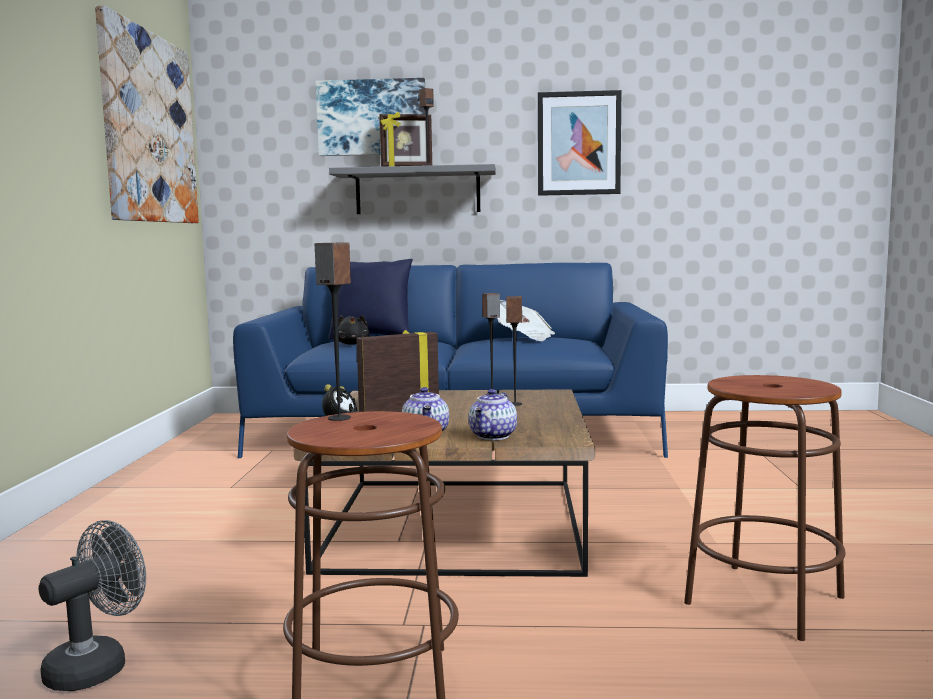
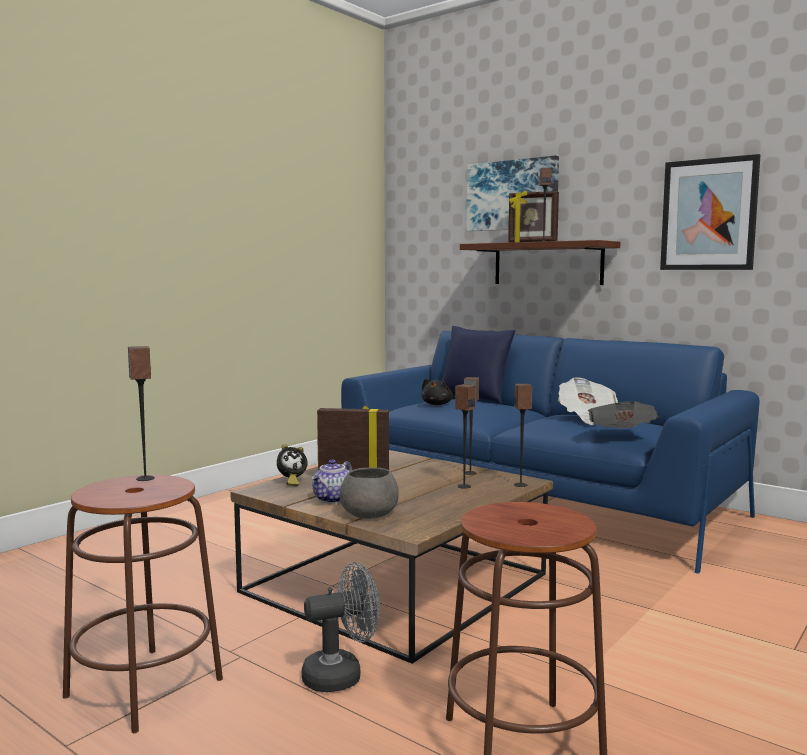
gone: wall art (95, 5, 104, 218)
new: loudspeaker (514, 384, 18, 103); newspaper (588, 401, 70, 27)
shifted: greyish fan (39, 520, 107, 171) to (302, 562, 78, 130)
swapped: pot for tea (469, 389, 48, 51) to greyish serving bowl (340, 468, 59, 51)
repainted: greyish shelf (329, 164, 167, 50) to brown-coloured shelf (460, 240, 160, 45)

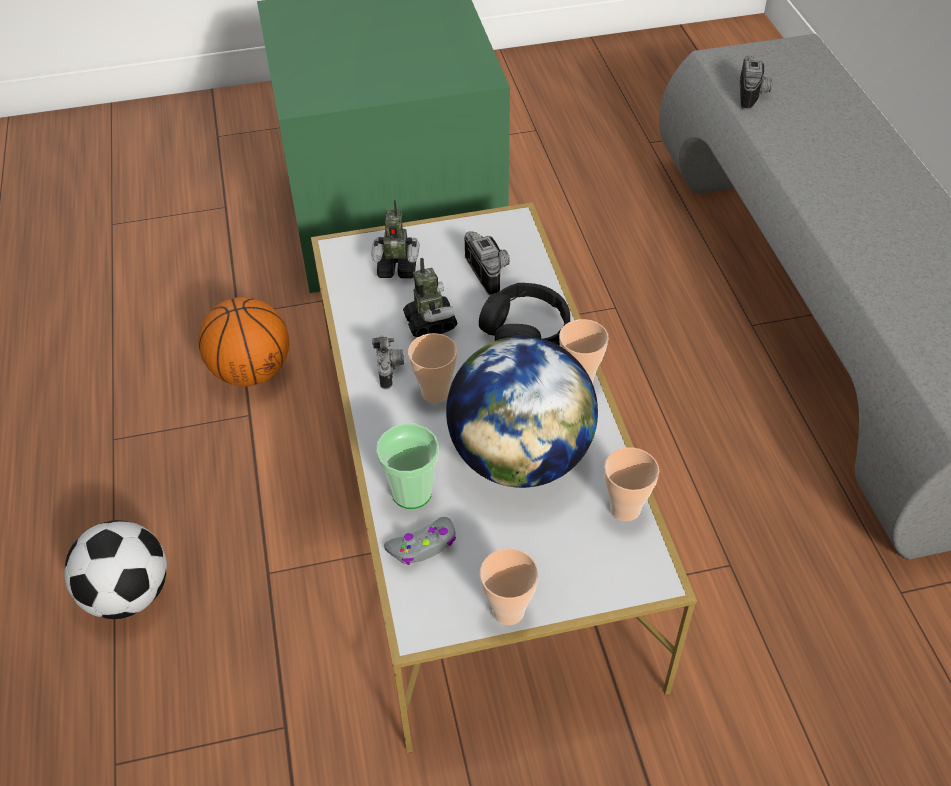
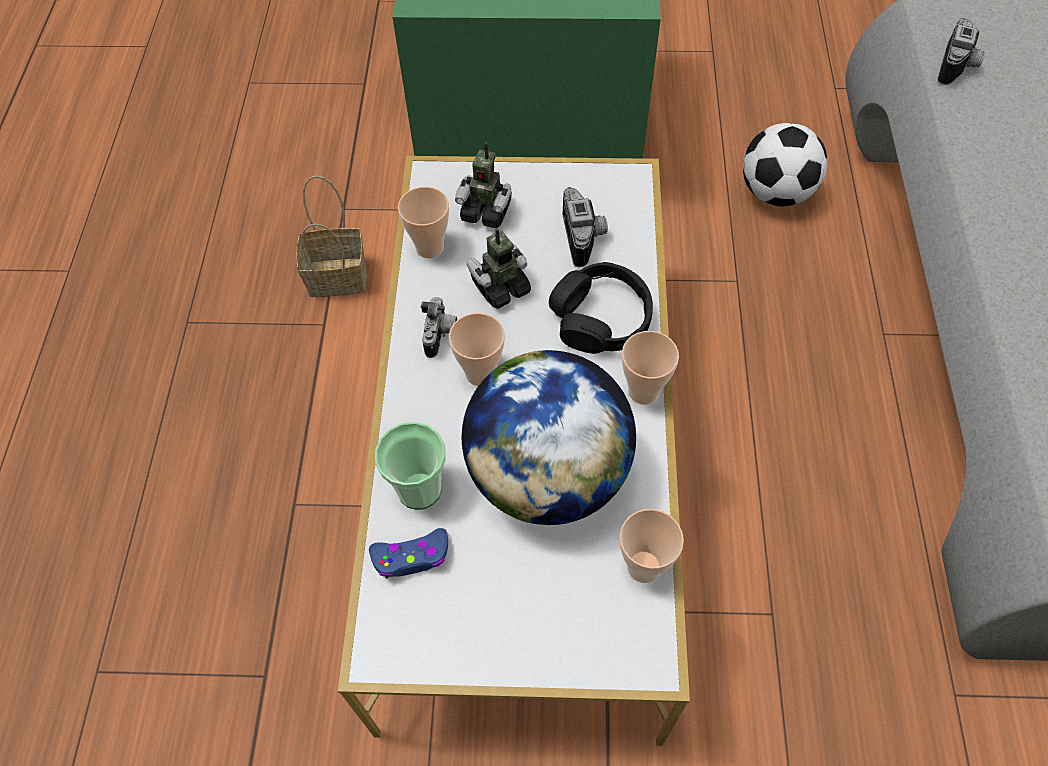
shifted: ball for football (64, 520, 103, 99) to (743, 123, 84, 84); small cup (480, 548, 59, 77) to (398, 187, 51, 71)
swapped: basketball (198, 297, 91, 90) to storage basket (296, 176, 71, 121)
repainted: greyish gamepad (384, 517, 72, 48) to blue-coloured gamepad (369, 528, 79, 50)
rotated: model robot (403, 258, 55, 79) = (466, 228, 65, 81) 120 degrees counterclockwise

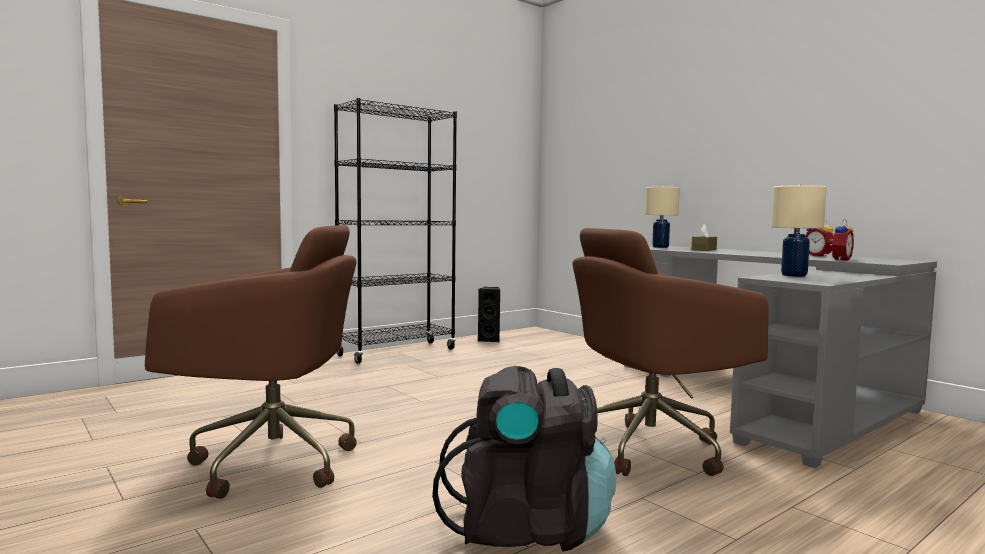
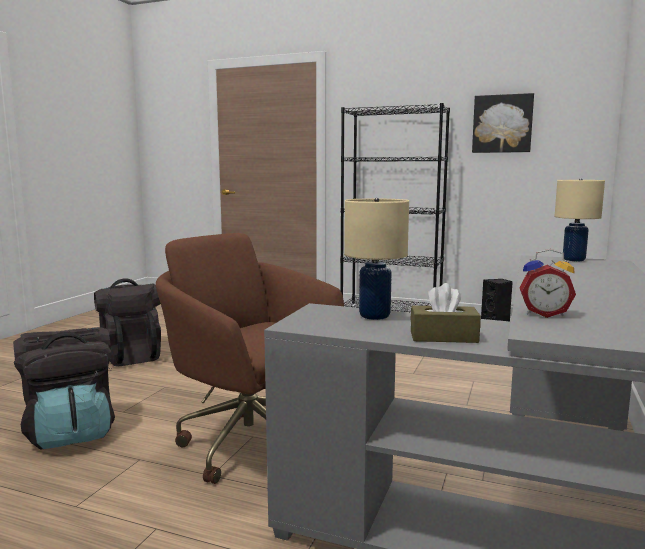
gone: bedside clock (805, 220, 28, 37)
new: wall art (472, 93, 62, 60)
shifted: brown-coloured tissue box (692, 224, 25, 27) to (410, 283, 71, 60)
swapped: brown-coloured desk chair (145, 225, 212, 274) to black-coloured backpack (94, 278, 67, 89)

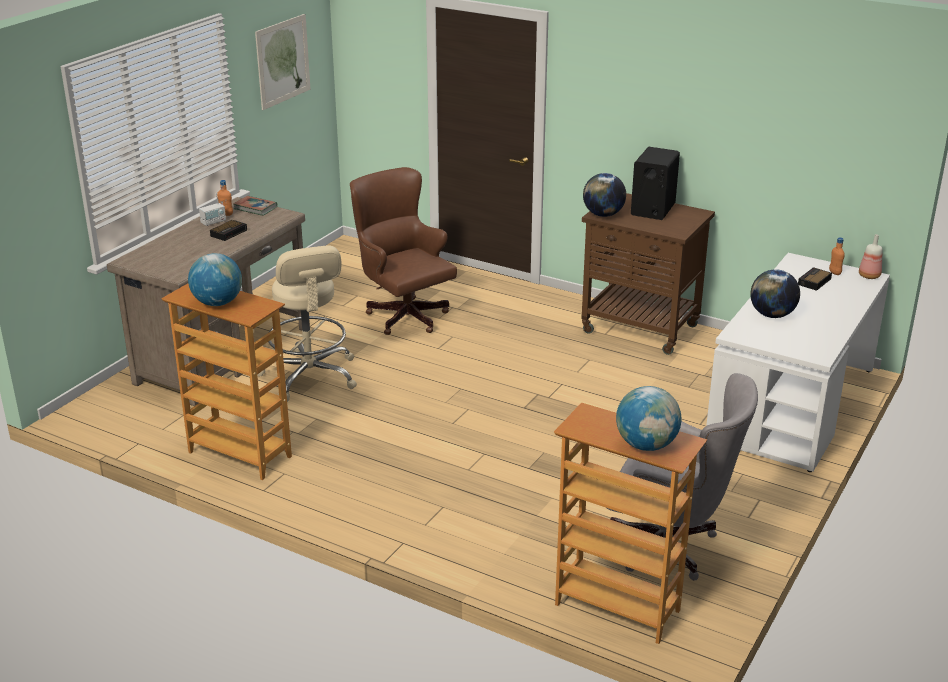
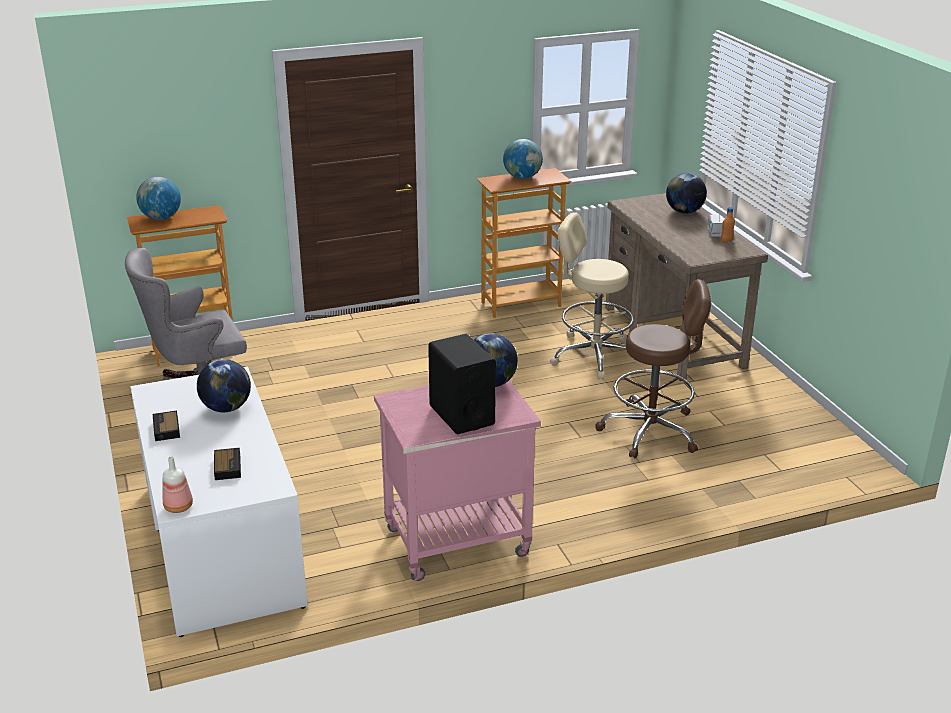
gone: bound book (233, 196, 44, 20); wall art (255, 14, 56, 96); orange-coloured beverage bottle (829, 237, 16, 38)
new: world globe (666, 173, 41, 40)
shifted: bedside clock (210, 220, 37, 21) to (153, 411, 27, 30)
swapped: brown-coloured desk chair (350, 167, 107, 168) to brown-coloured stool seat (595, 279, 116, 179)
repainted: brown-coloured cart (581, 193, 134, 162) to pink-coloured cart (374, 380, 167, 201)

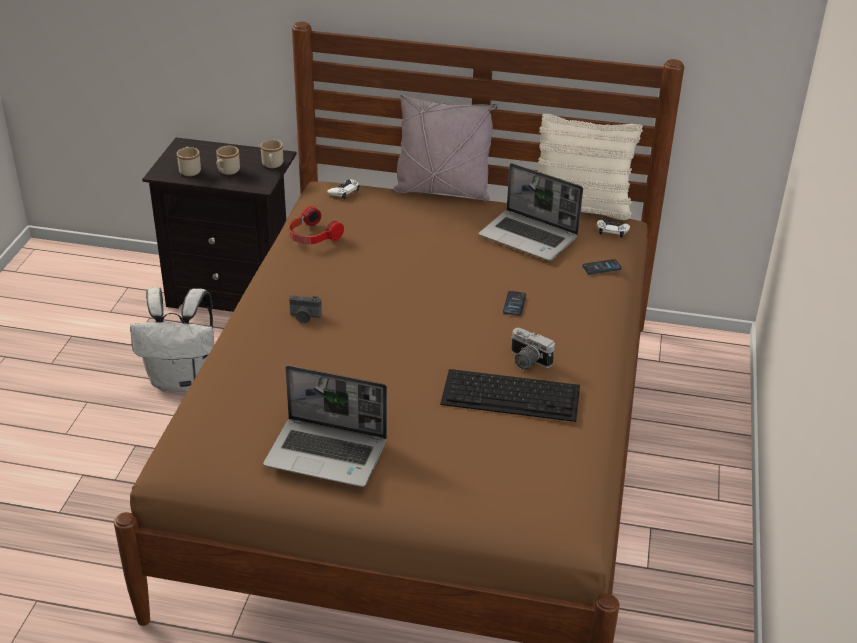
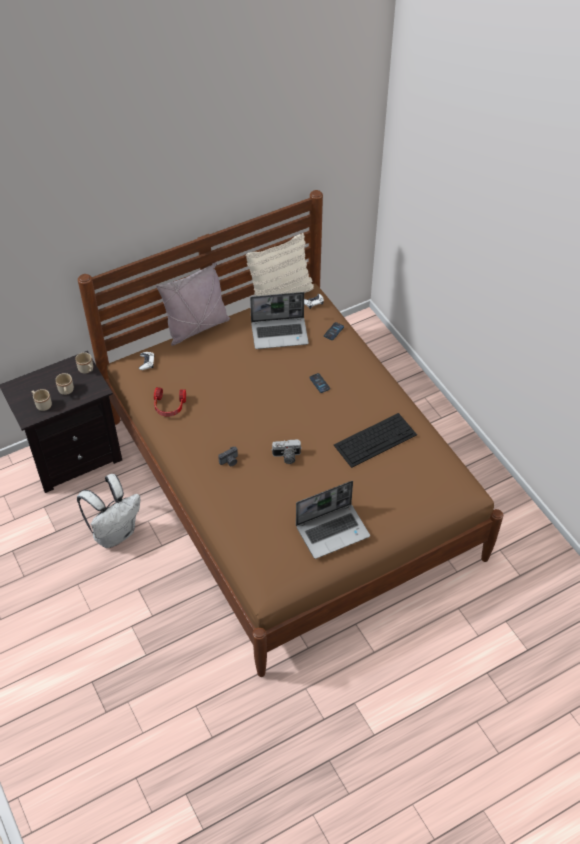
shifted: photo camera (510, 328, 45, 42) to (272, 439, 30, 25)

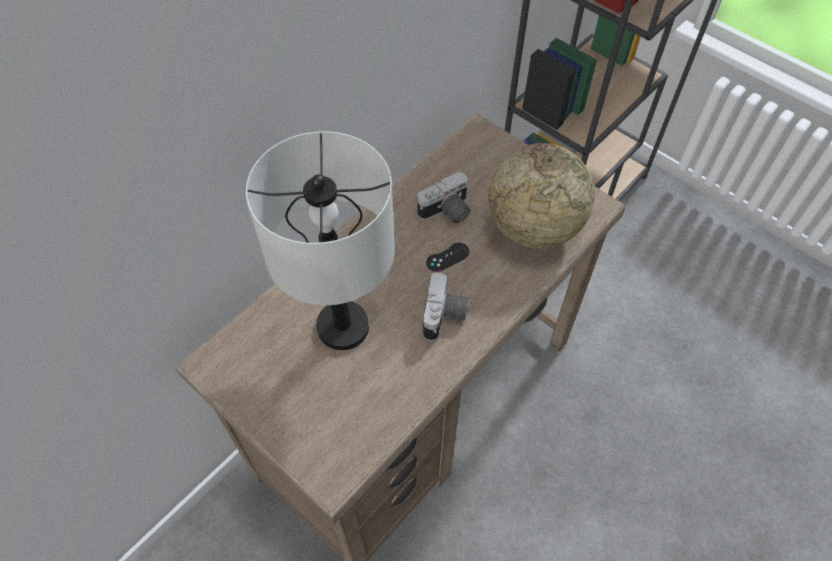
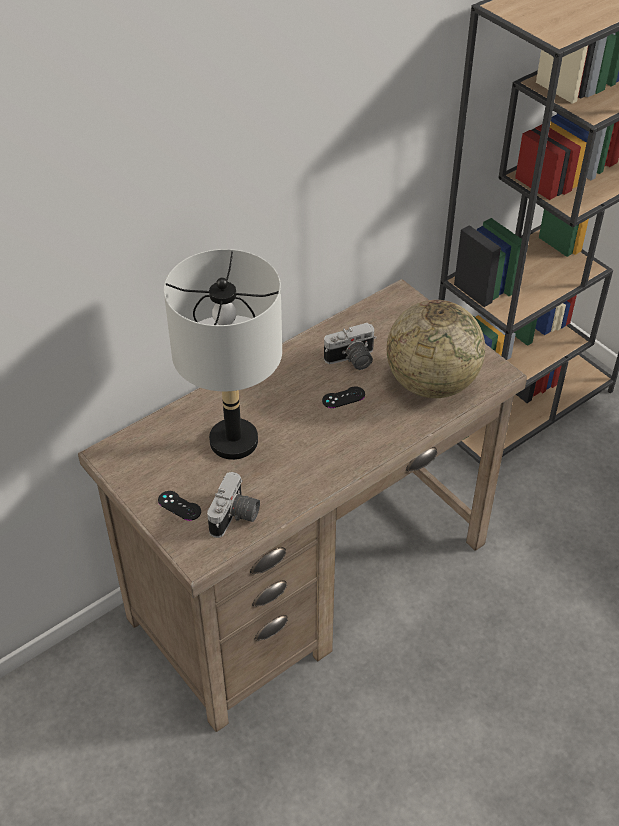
new: black-coloured gamepad (158, 491, 43, 30)
shifted: photo camera (422, 272, 47, 69) to (207, 472, 53, 66)

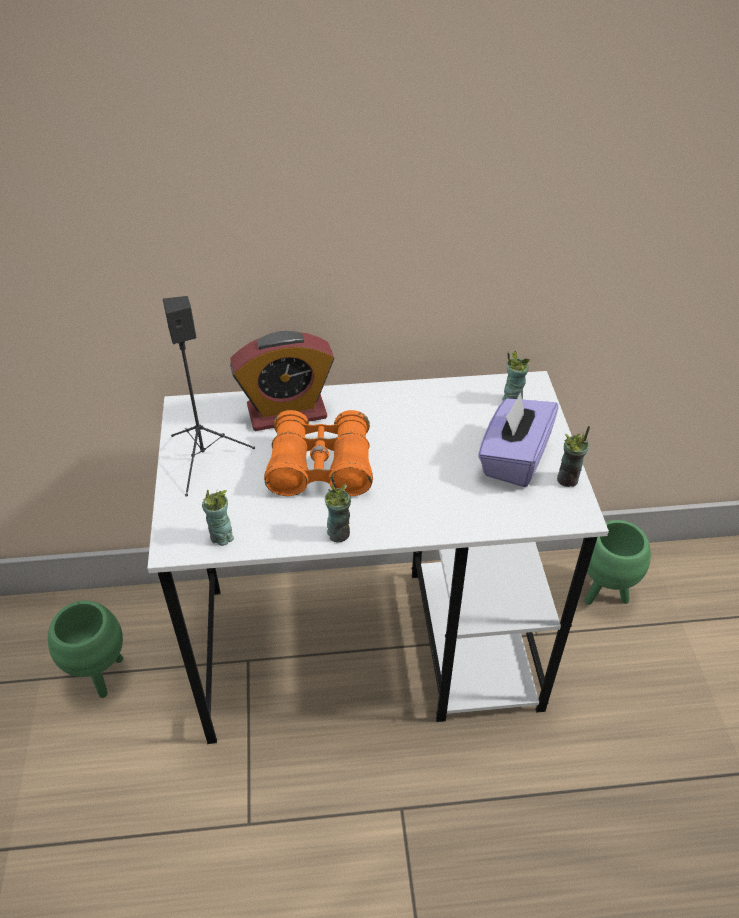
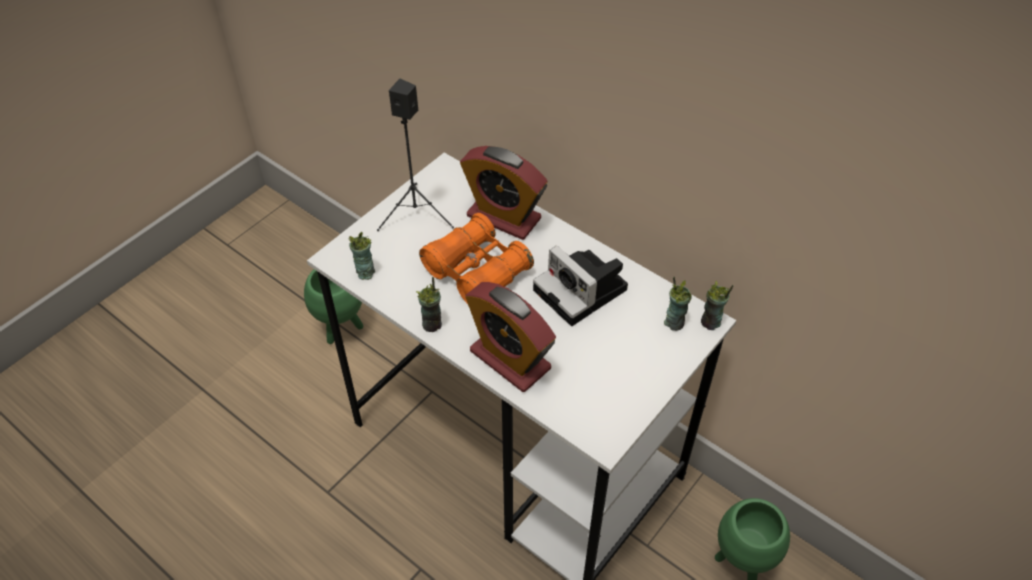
gone: purple-coloured tissue box (478, 392, 80, 95)
new: bedside clock (465, 282, 91, 110); photo camera (533, 245, 95, 81)
shifted: small cup (557, 426, 33, 61) to (701, 281, 33, 49)

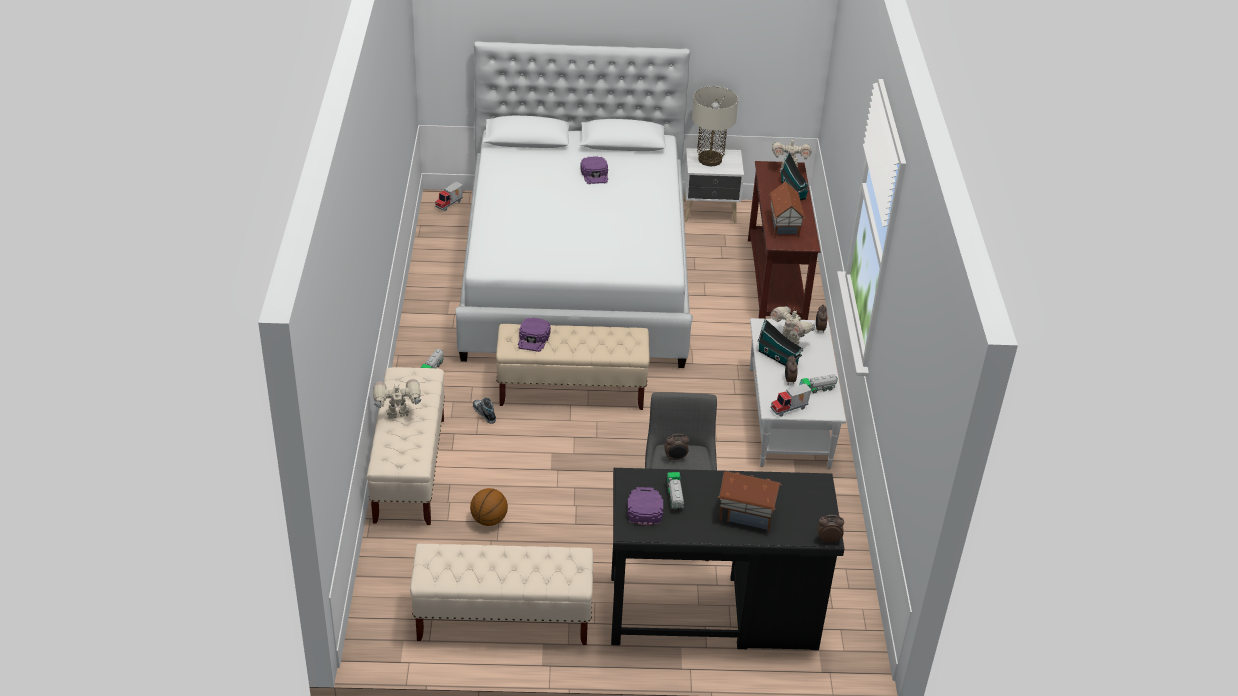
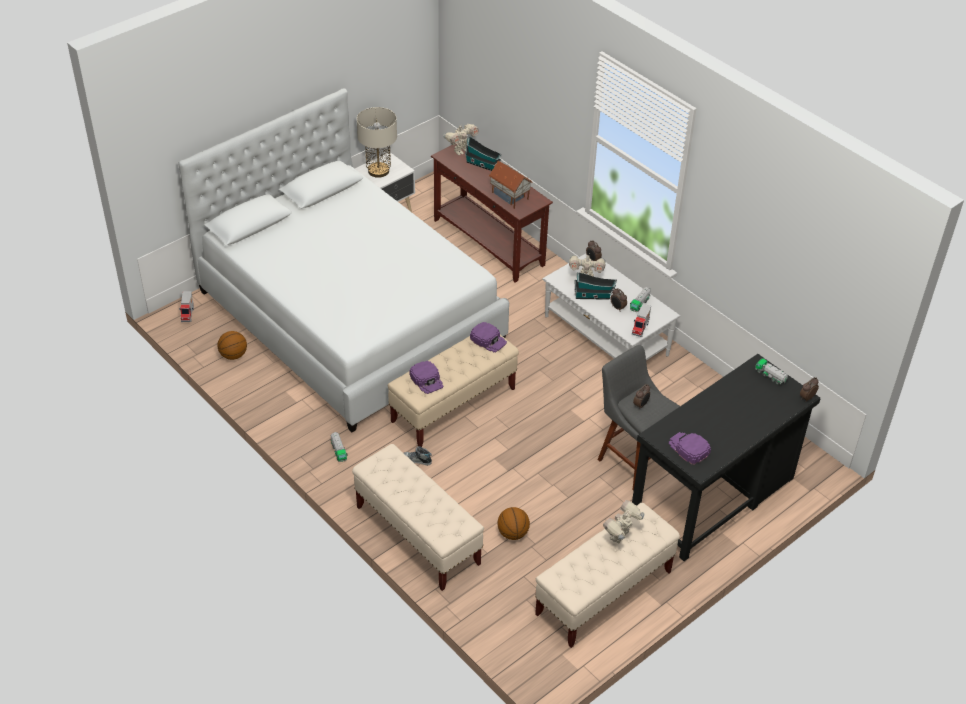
gone: toy house (718, 471, 64, 60)
new: basketball (218, 331, 29, 29)
shifted: model robot (373, 379, 48, 39) to (603, 500, 41, 43); purple-coloured peaked cap (580, 156, 28, 28) to (470, 322, 37, 30); toy lorry (666, 472, 18, 37) to (755, 358, 33, 27)

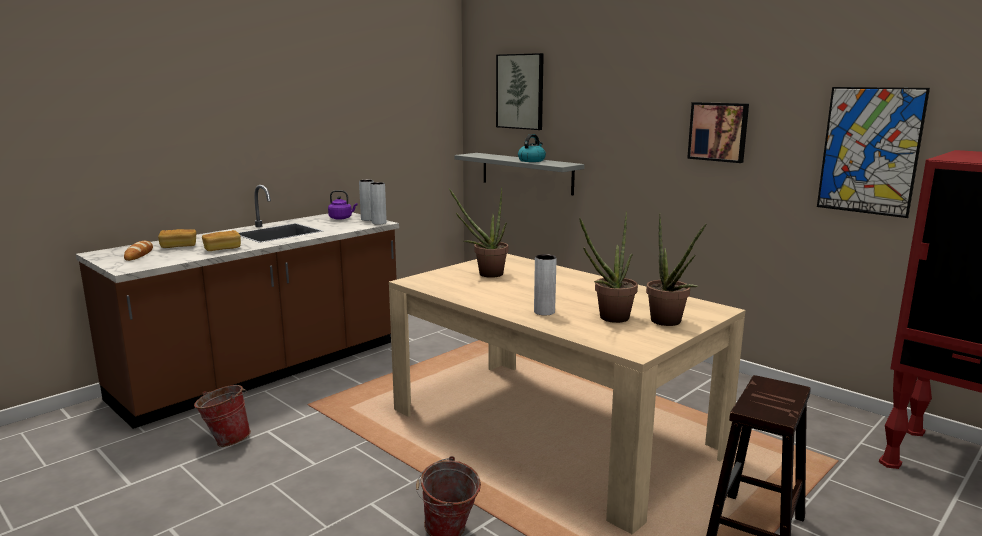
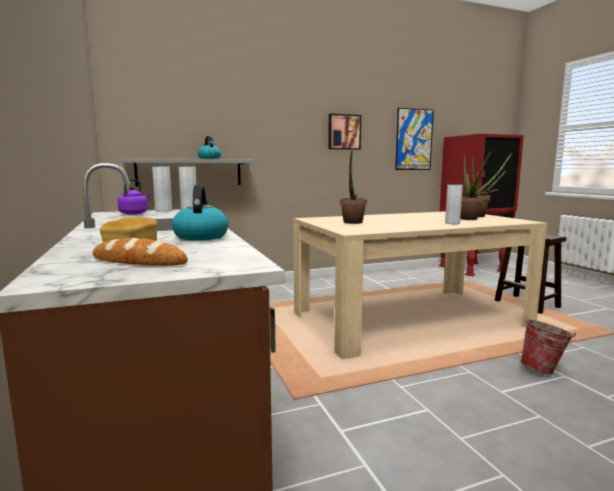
gone: pail (194, 385, 57, 62); wall art (496, 53, 48, 77)
swapped: baked bread (202, 230, 39, 21) to tea kettle (172, 184, 57, 57)

